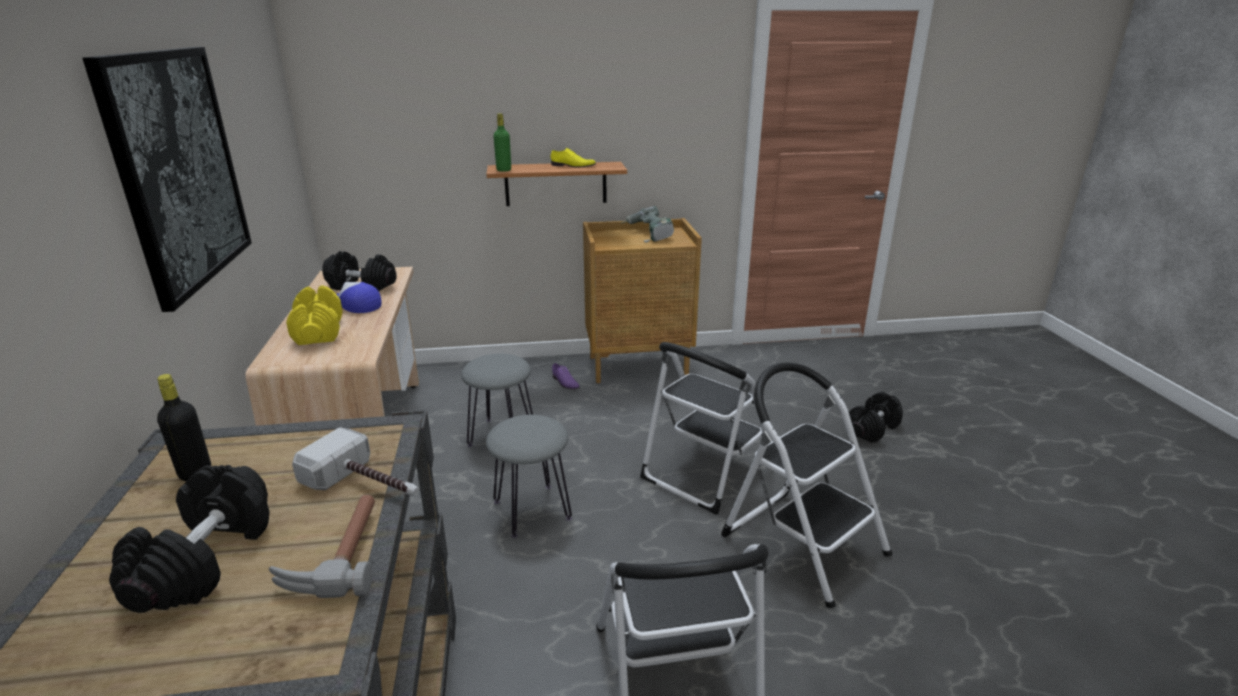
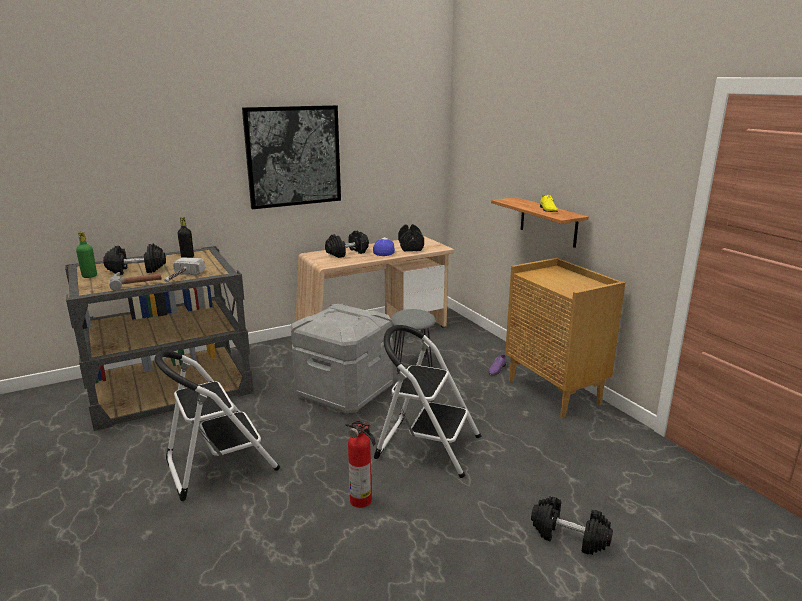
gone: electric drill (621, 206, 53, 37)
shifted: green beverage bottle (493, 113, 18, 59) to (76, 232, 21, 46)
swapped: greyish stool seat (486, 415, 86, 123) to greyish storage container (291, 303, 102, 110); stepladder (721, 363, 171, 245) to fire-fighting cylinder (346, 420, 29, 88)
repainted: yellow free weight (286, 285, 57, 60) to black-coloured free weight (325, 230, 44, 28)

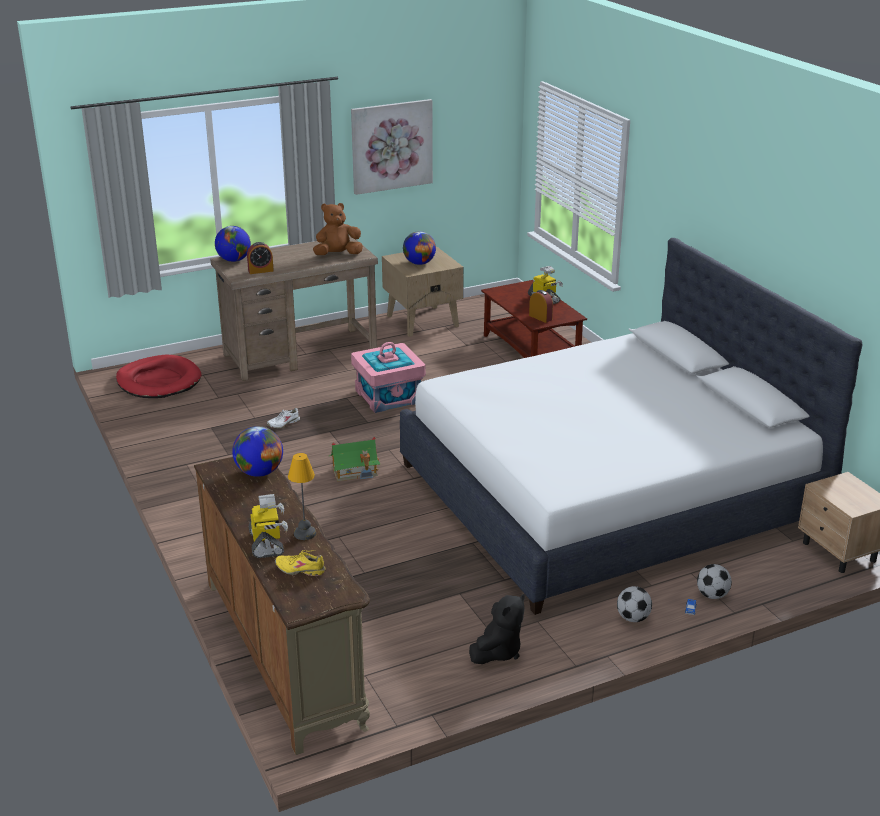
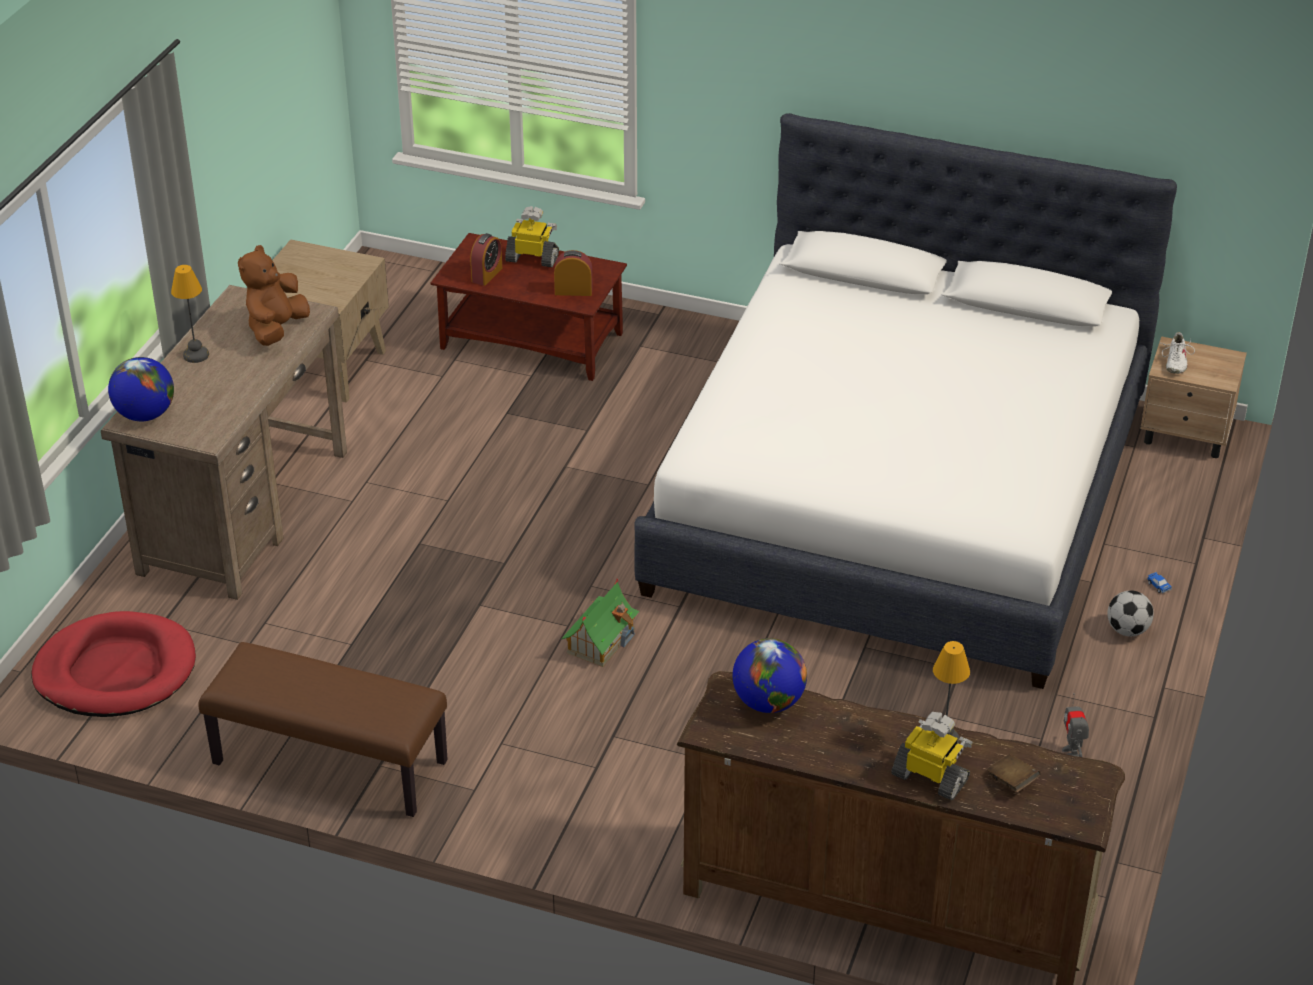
gone: wall art (351, 99, 82, 96); pink-coloured storage container (351, 342, 75, 71); world globe (403, 231, 33, 34); ball for football (697, 564, 35, 35)
new: table lamp (171, 265, 38, 98); brown-coloured bench (199, 642, 248, 175)
shifted: bedside clock (247, 242, 27, 32) to (470, 233, 32, 53); white-coloured shoe (267, 408, 33, 20) to (1162, 332, 33, 42)
swapped: yellow shoe (275, 550, 51, 26) to brown-coloured bound book (986, 754, 54, 39); black-coloured cuddly toy (469, 594, 56, 70) to model robot (1062, 694, 27, 63)

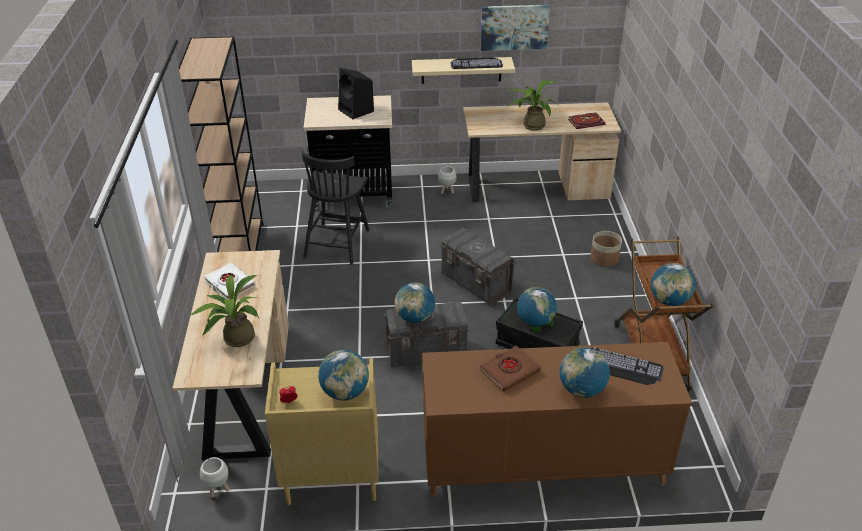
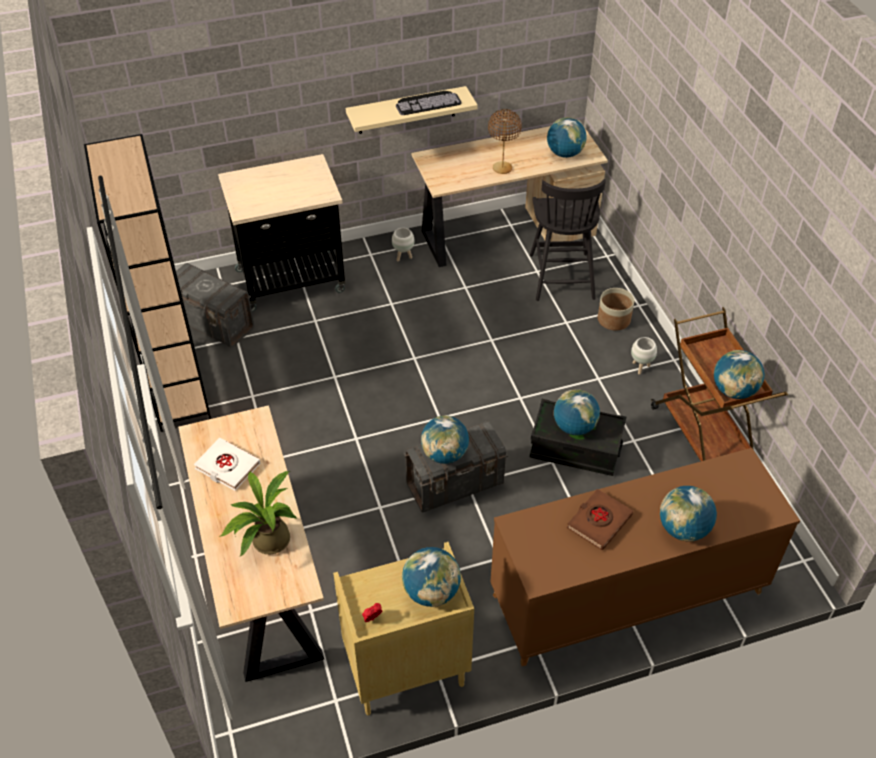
gone: black-coloured loudspeaker (338, 68, 36, 51); wall art (481, 5, 69, 46); PC keyboard (591, 347, 73, 38)
shifted: white-coloured plant pot (200, 457, 29, 41) to (631, 337, 26, 38); black-coloured plain chair (302, 150, 67, 115) to (530, 178, 76, 123); greyish storage container (440, 228, 76, 78) to (176, 263, 78, 85)
swapped: houseplant (507, 81, 54, 50) to brown-coloured table lamp (488, 109, 34, 65); bound book (568, 112, 37, 17) to world globe (547, 117, 40, 41)

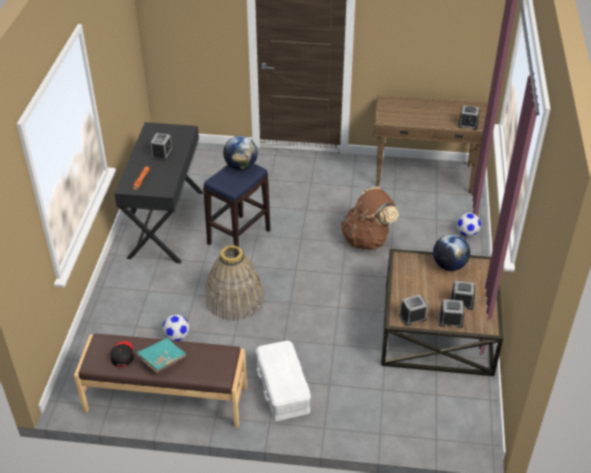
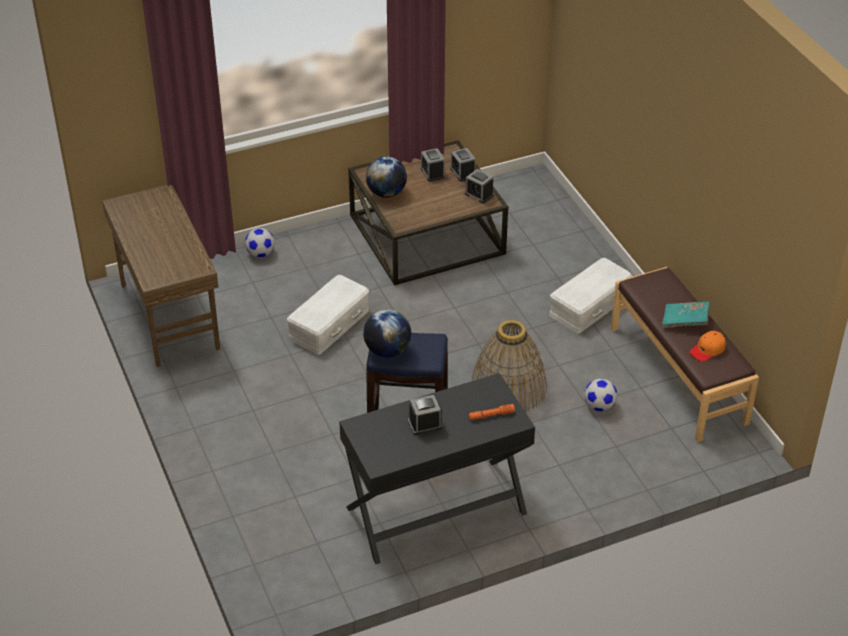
gone: bedside clock (458, 105, 22, 25)
swapped: brown-coloured backpack (341, 187, 58, 63) to white-coloured storage container (287, 275, 82, 80)
repainted: black-coloured peaked cap (111, 341, 23, 26) to orange-coloured peaked cap (689, 331, 37, 31)

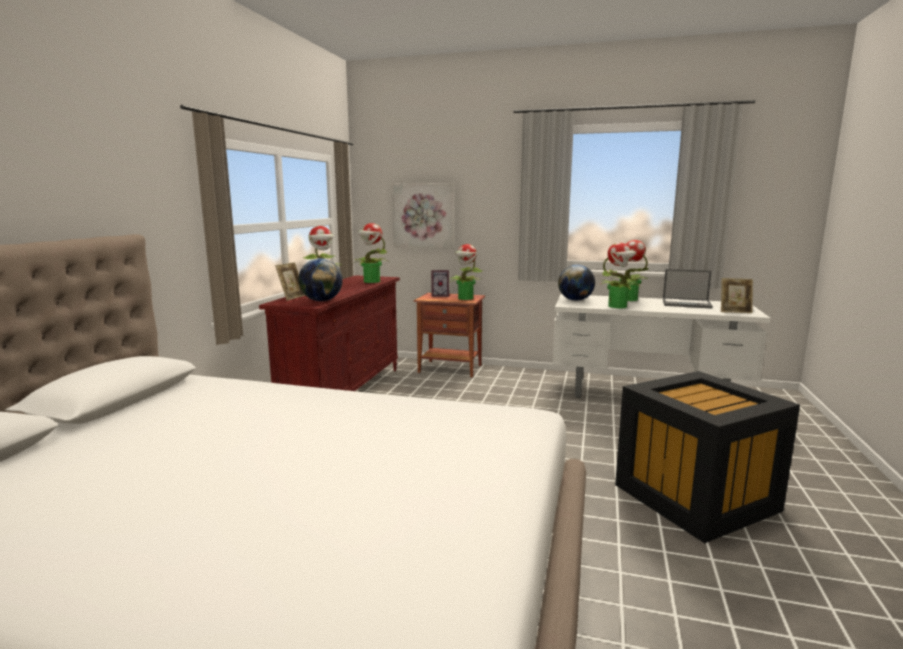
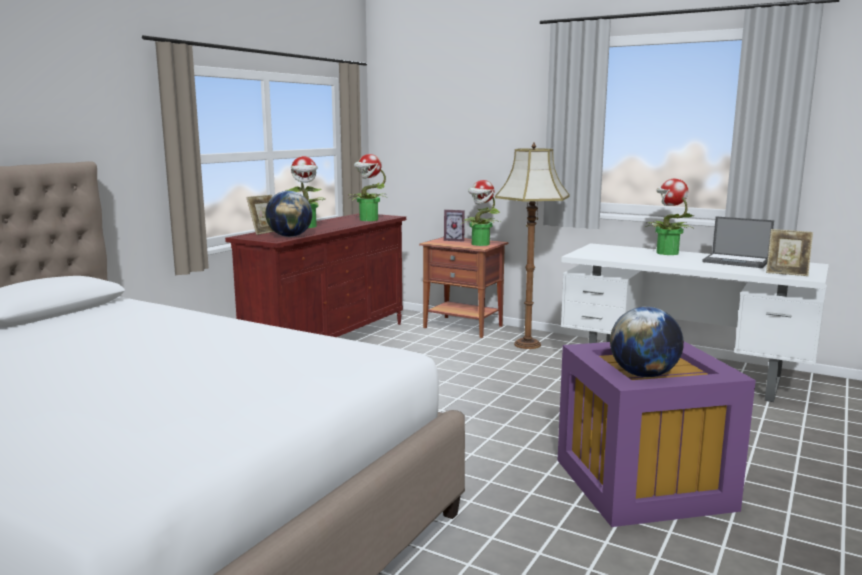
gone: wall art (392, 183, 62, 66); houseplant (601, 243, 40, 65)
new: standard lamp (495, 142, 75, 207)
shifted: world globe (558, 264, 37, 37) to (610, 307, 74, 70)
repainted: black-coloured storage container (615, 371, 185, 172) to purple-coloured storage container (557, 341, 199, 186)

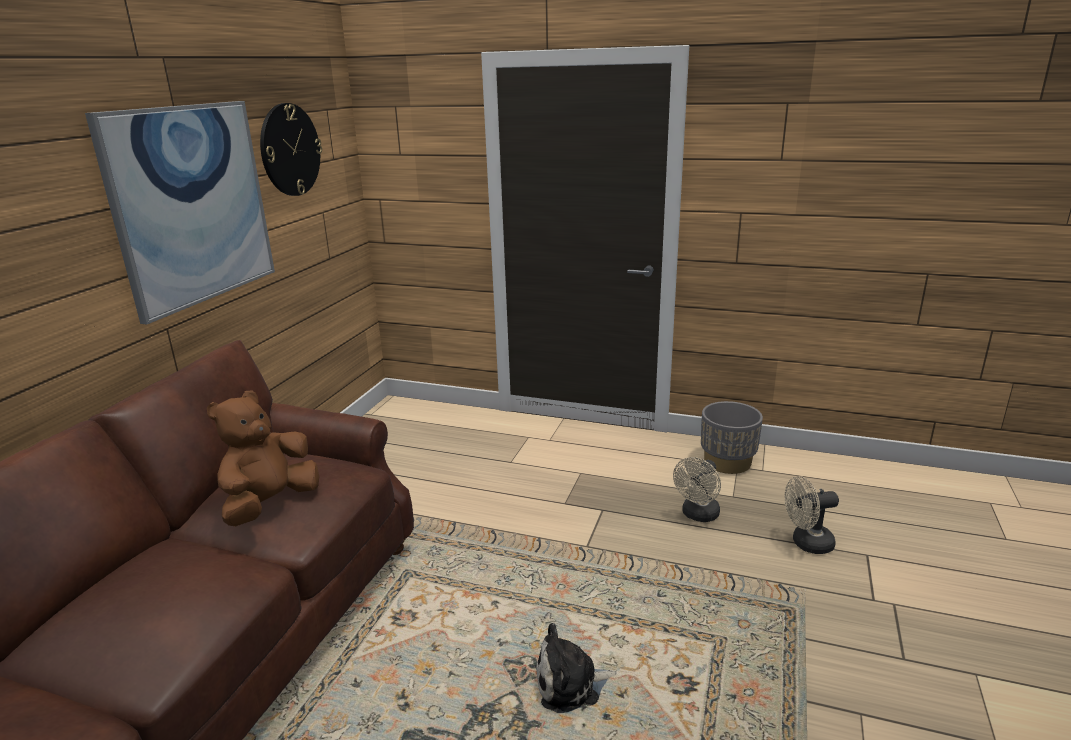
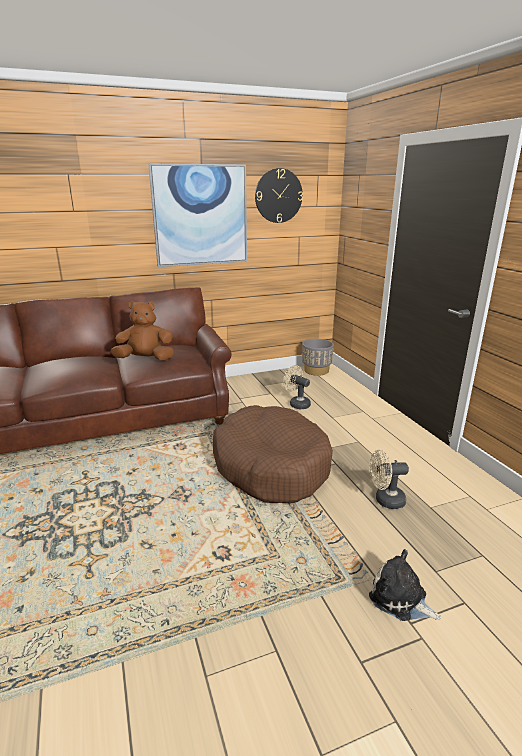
new: brown-coloured pet bed (213, 405, 120, 98)
shifted: cuddly toy (535, 623, 82, 90) to (369, 549, 72, 72); greyish plant pot (701, 401, 62, 73) to (302, 339, 32, 37); beige fan (785, 476, 54, 78) to (283, 365, 28, 44)

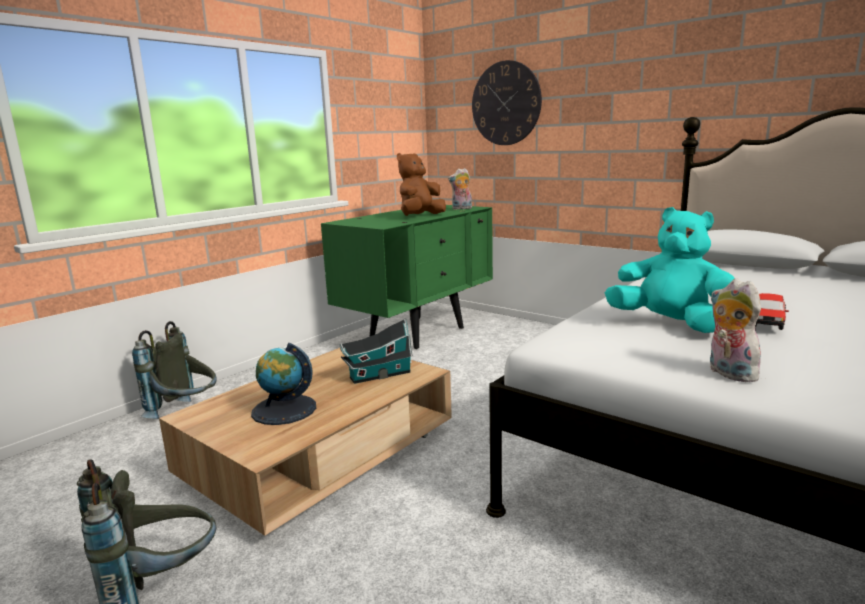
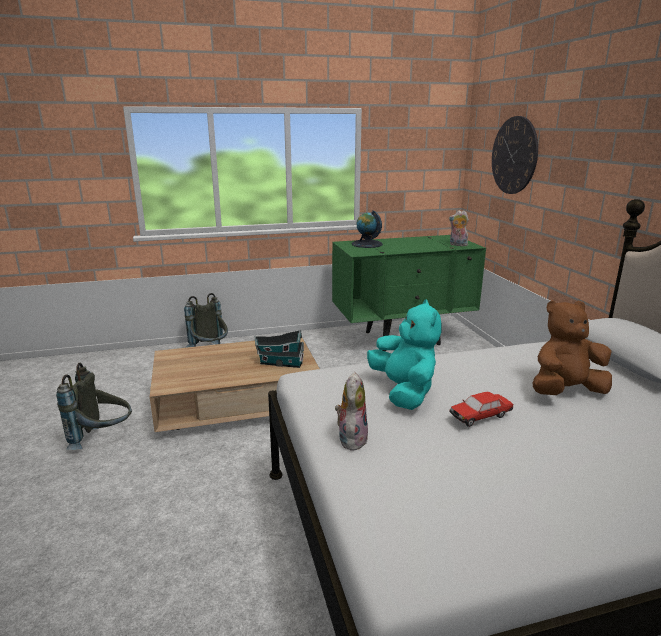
shifted: world globe (251, 343, 65, 82) to (352, 210, 31, 38); brown-coloured cuddly toy (397, 153, 49, 63) to (532, 300, 80, 95)

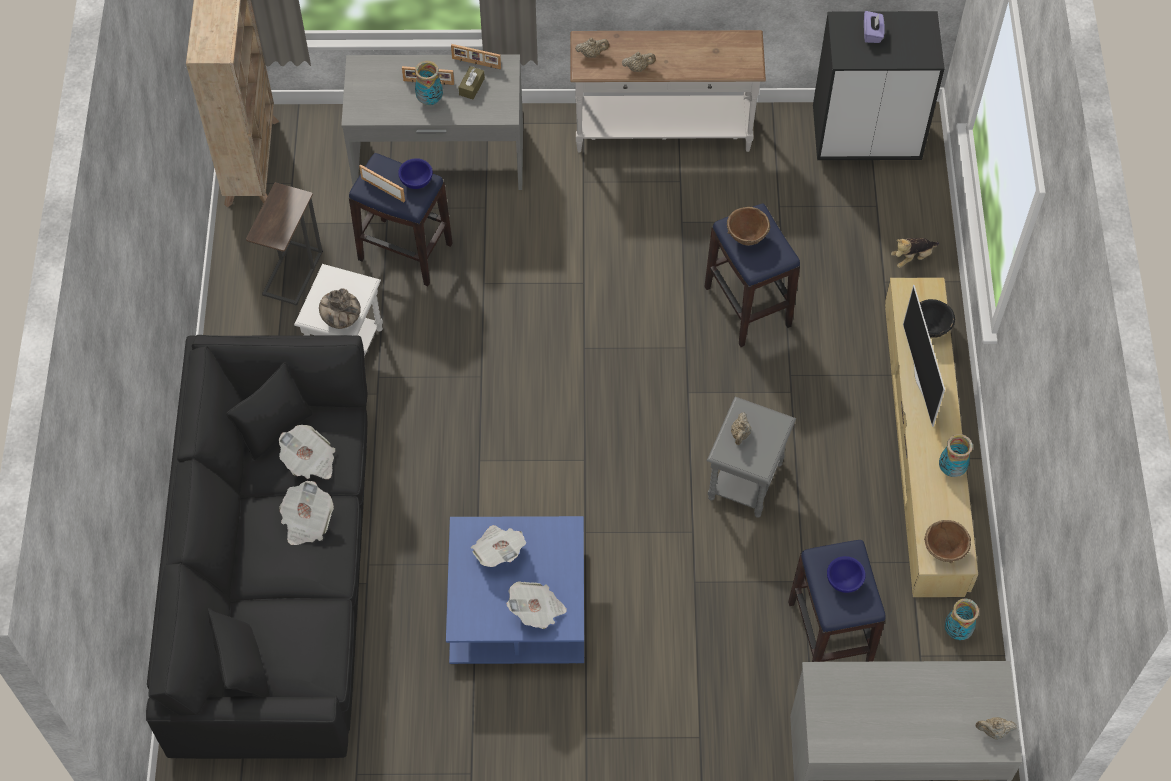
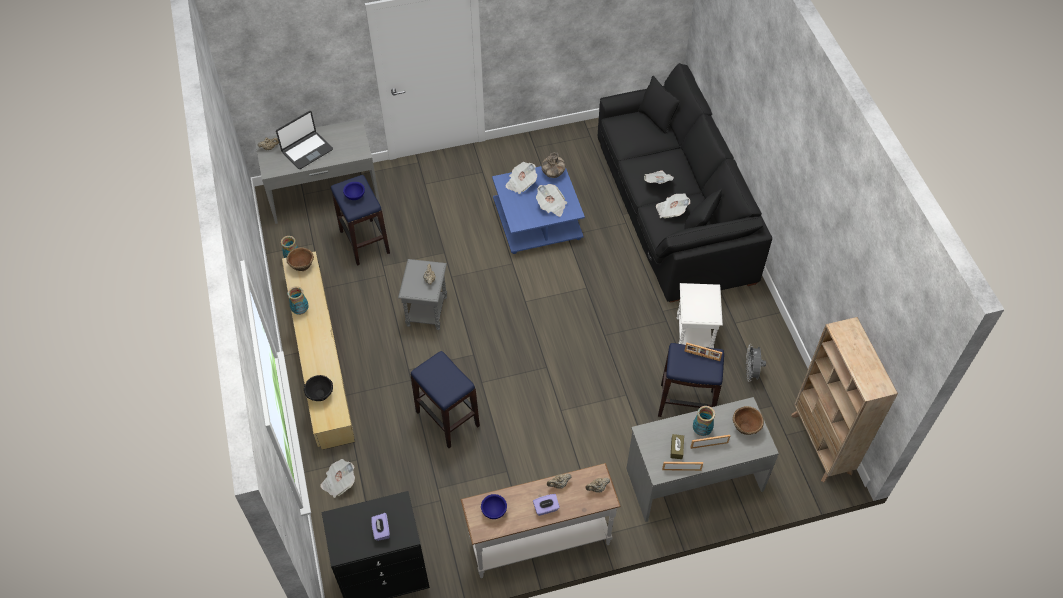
gone: television (903, 285, 42, 142)
new: portable computer (276, 111, 57, 58); purple-coloured tissue box (533, 494, 27, 22)
shifted: vase (319, 288, 42, 41) to (541, 152, 25, 26); blue-coloured serving bowl (398, 158, 35, 31) to (481, 494, 26, 25); brown-coloured serving bowl (727, 207, 43, 39) to (732, 406, 32, 29)
swapped: brown-coloured side table (246, 182, 77, 124) to greyish fan (746, 344, 20, 38); cuddly toy (891, 238, 48, 30) to newspaper (320, 459, 35, 39)

